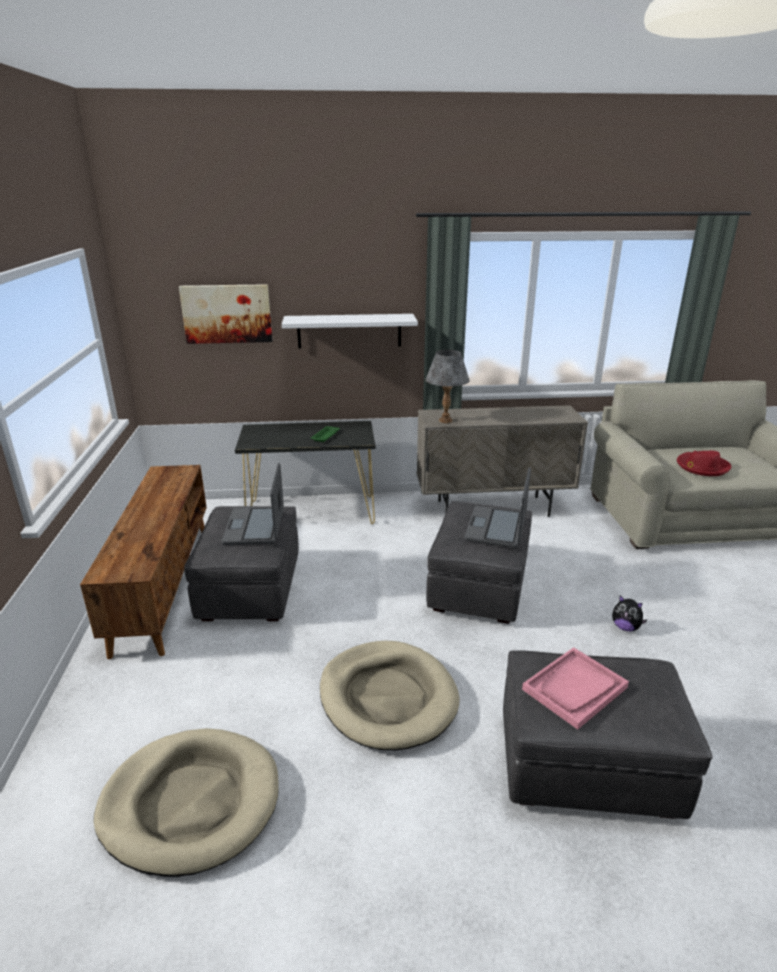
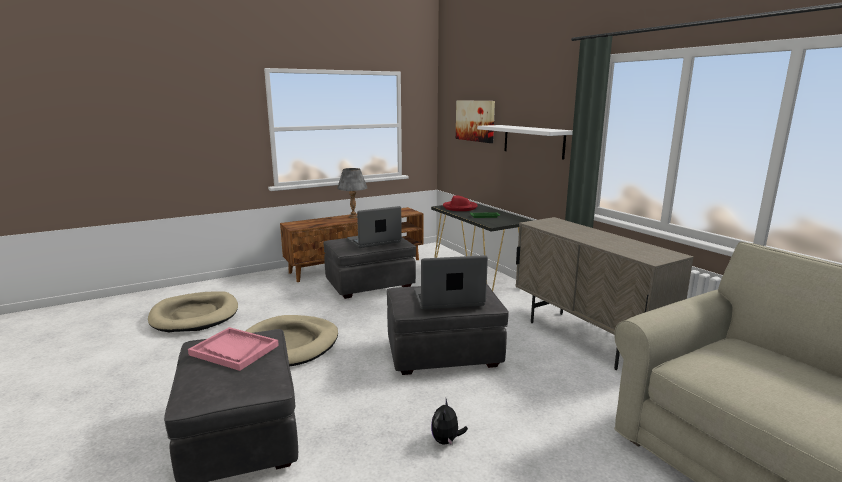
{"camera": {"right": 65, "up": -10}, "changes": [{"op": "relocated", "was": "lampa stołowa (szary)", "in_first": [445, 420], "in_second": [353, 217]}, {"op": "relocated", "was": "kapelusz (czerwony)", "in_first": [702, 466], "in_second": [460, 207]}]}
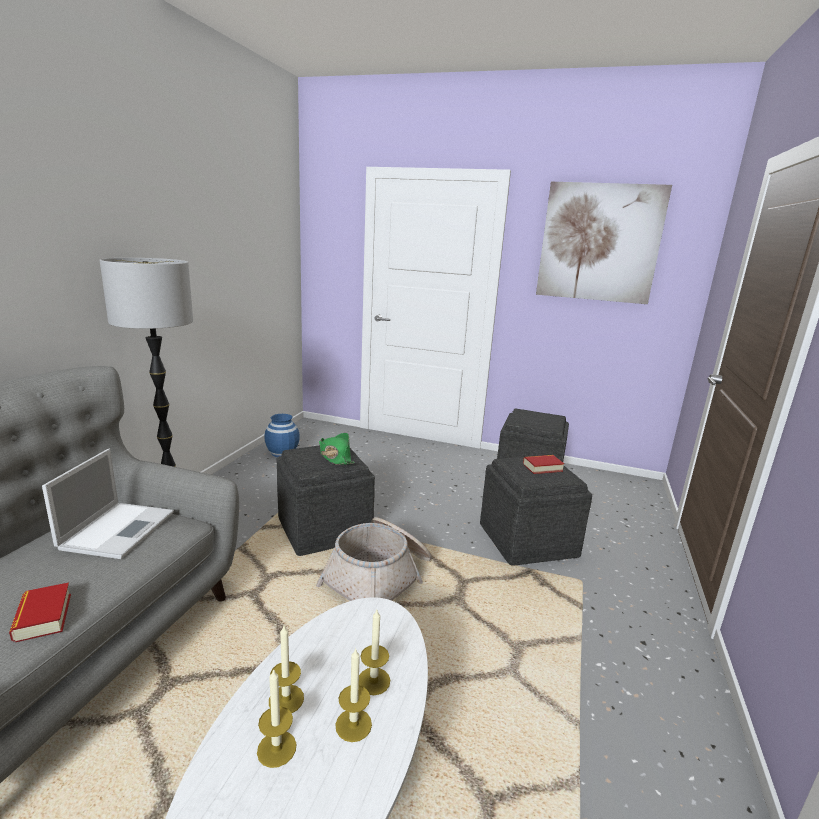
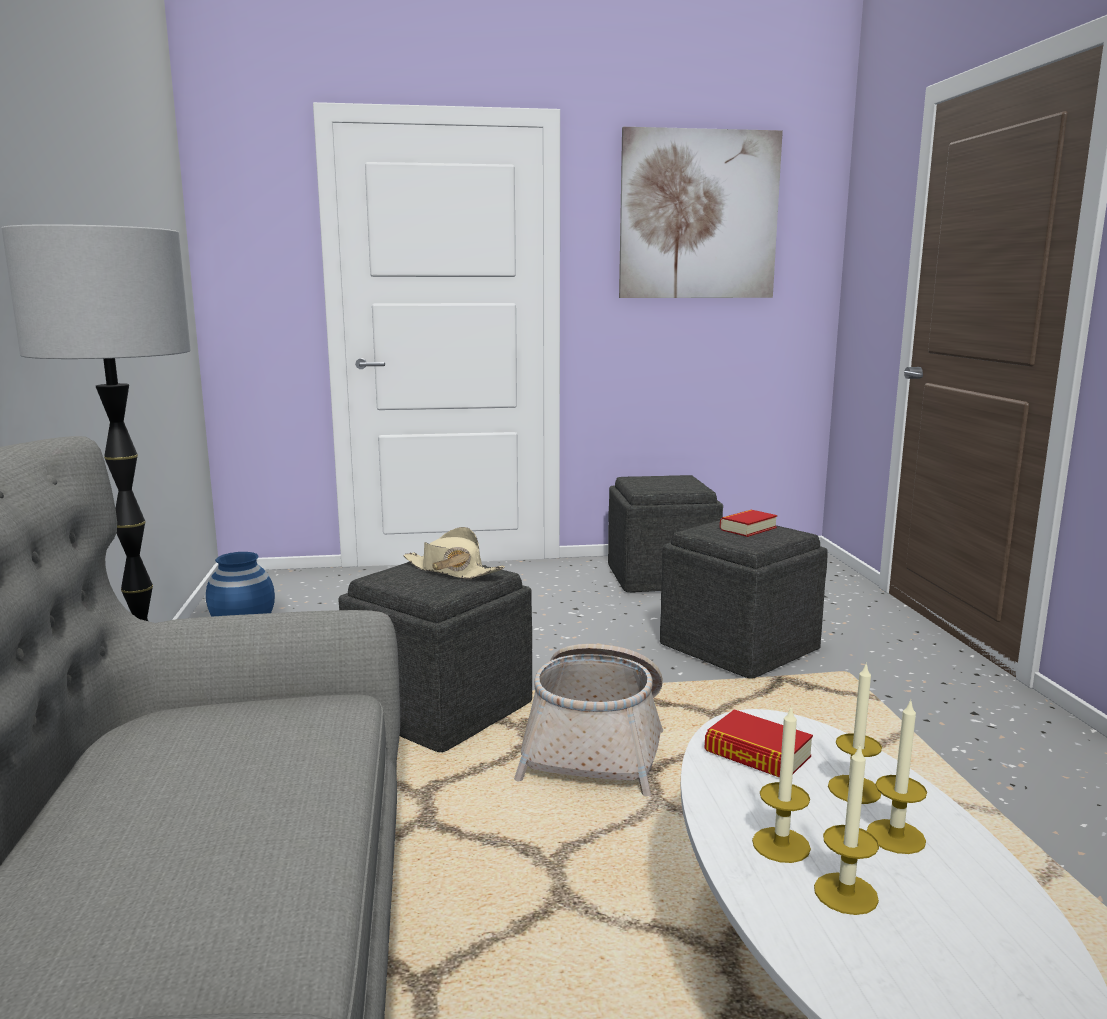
{"camera": {"right": -25, "up": -5}, "changes": [{"op": "colour", "was": "kapelusz (zielony)", "now": "kapelusz (beżowy)", "in_first": [335, 456], "in_second": [452, 570]}, {"op": "relocated", "was": "książka", "in_first": [43, 617], "in_second": [757, 754]}, {"op": "missing", "was": "laptop", "in_first": [119, 529]}]}
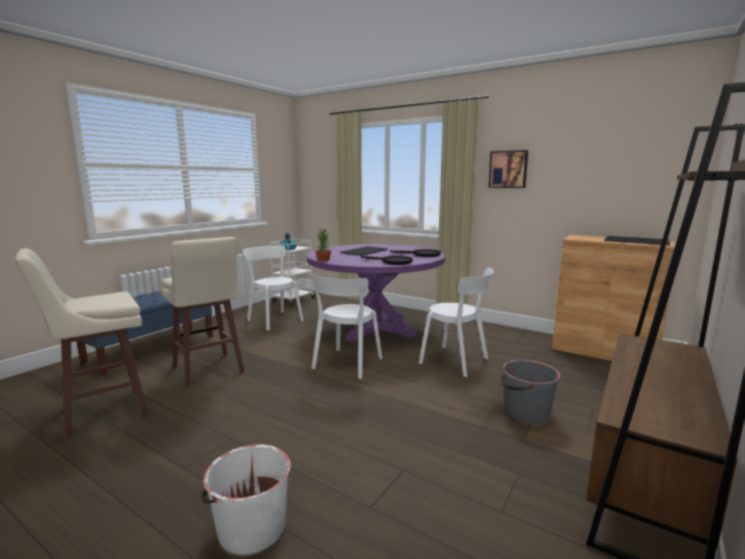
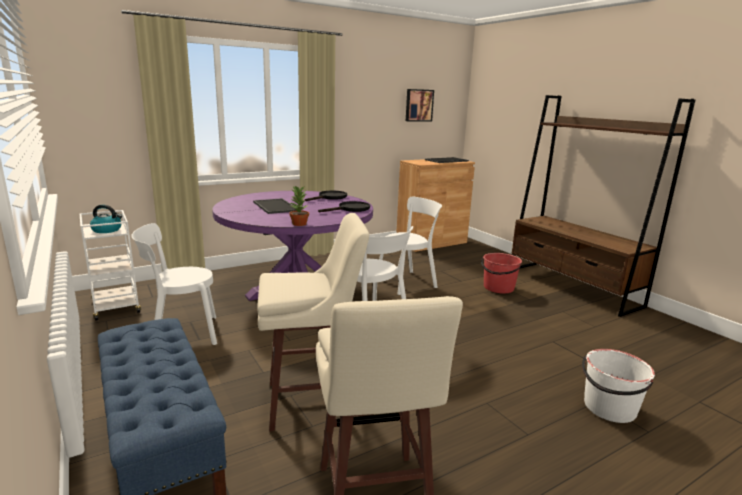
{"camera": {"right": -65, "up": 5}, "changes": [{"op": "relocated", "was": "obraz", "in_first": [508, 169], "in_second": [418, 105]}, {"op": "colour", "was": "wiadro (szary)", "now": "wiadro (czerwony)", "in_first": [525, 412], "in_second": [498, 288]}]}
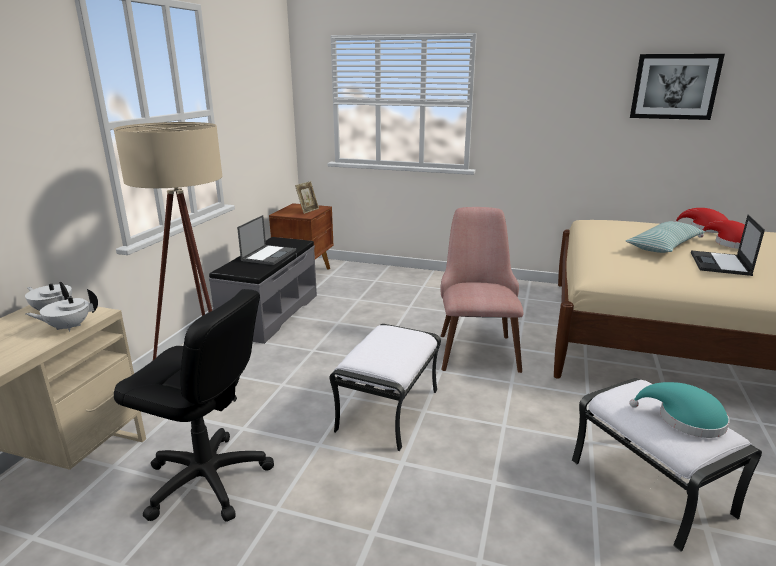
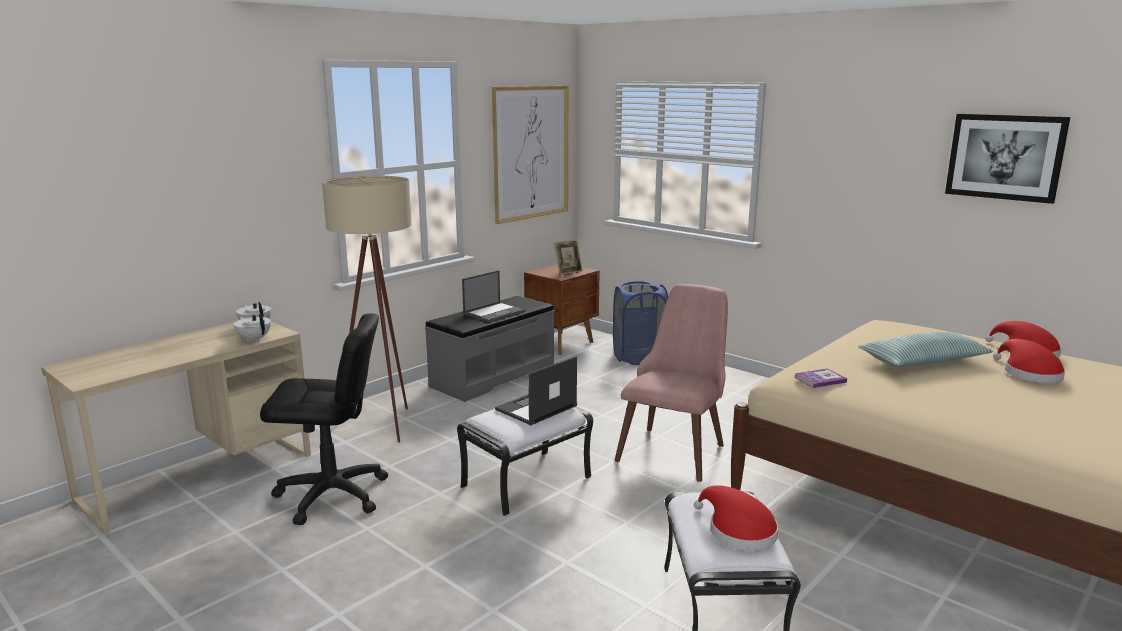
{"camera": {"right": 25, "up": -5}, "changes": [{"op": "spun", "was": "imbryk (biały)", "in_first": [68, 327], "in_second": [254, 339], "clockwise": 45}, {"op": "spun", "was": "krzesło biurowe (czarny)", "in_first": [207, 480], "in_second": [332, 495], "clockwise": -45}, {"op": "appeared", "now": "obraz", "in_second": [531, 153]}, {"op": "relocated", "was": "laptop", "in_first": [720, 264], "in_second": [536, 408]}, {"op": "appeared", "now": "kosz na pranie (niebieski)", "in_second": [639, 357]}, {"op": "colour", "was": "kapelusz (turkusowy)", "now": "kapelusz (czerwony)", "in_first": [685, 419], "in_second": [737, 531]}, {"op": "appeared", "now": "książka", "in_second": [820, 379]}]}
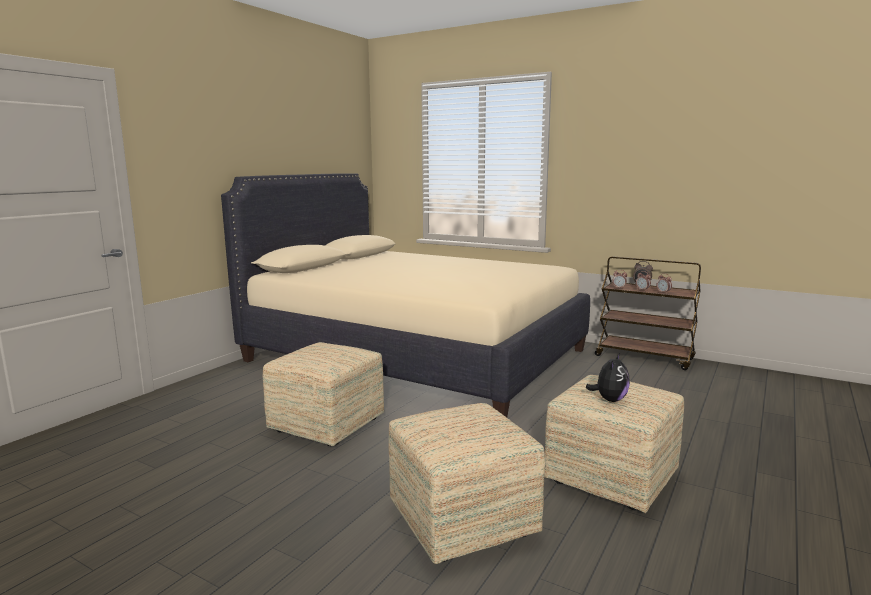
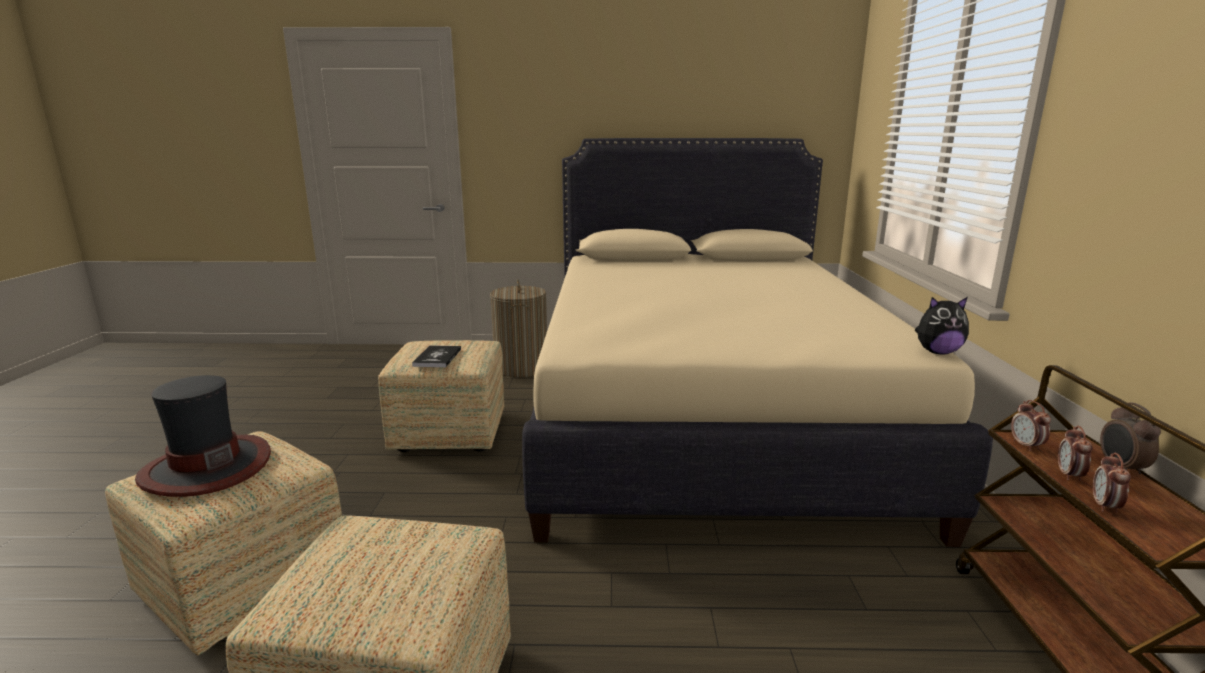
{"camera": {"right": 60, "up": 5}, "changes": [{"op": "appeared", "now": "kapelusz", "in_second": [206, 467]}, {"op": "appeared", "now": "książka", "in_second": [437, 357]}, {"op": "appeared", "now": "kosz na pranie", "in_second": [521, 367]}, {"op": "relocated", "was": "pluszak", "in_first": [609, 399], "in_second": [937, 352]}]}
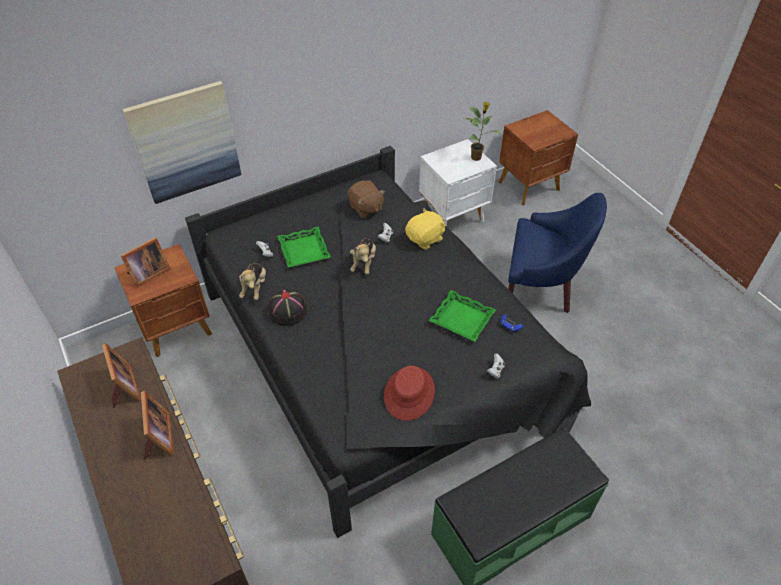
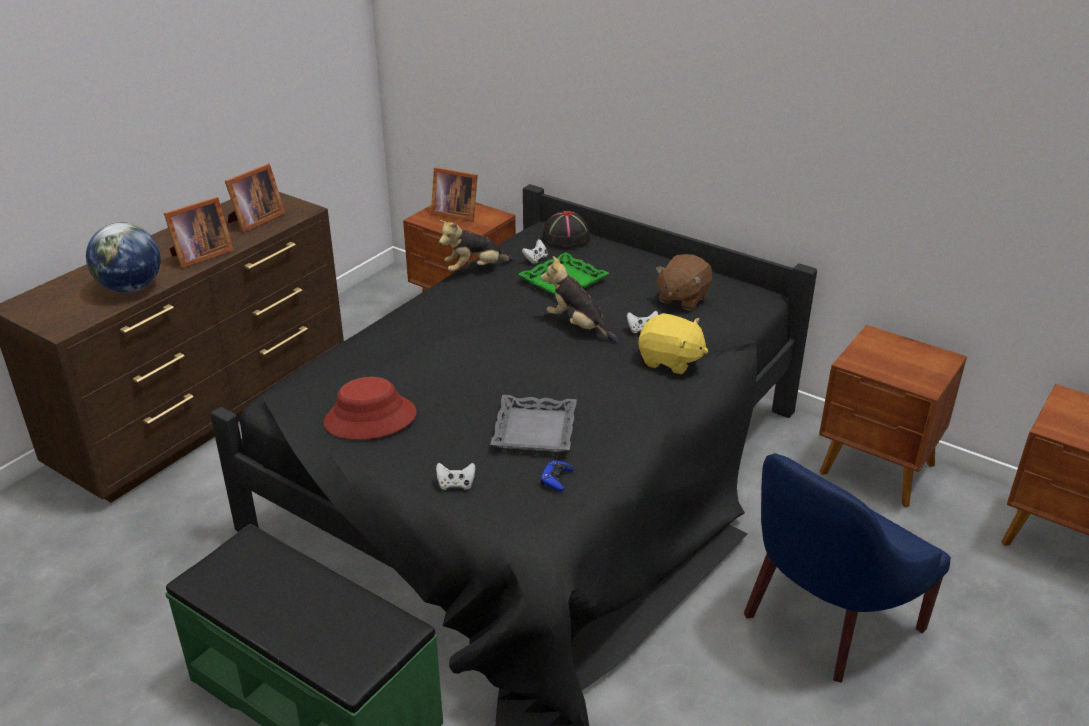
{"camera": {"right": 65, "up": -15}, "changes": [{"op": "appeared", "now": "globus", "in_second": [130, 288]}, {"op": "colour", "was": "taca (zielony)", "now": "taca (szary)", "in_first": [462, 319], "in_second": [535, 430]}, {"op": "relocated", "was": "kapelusz (czarny)", "in_first": [287, 311], "in_second": [565, 238]}, {"op": "spun", "was": "pluszak", "in_first": [364, 263], "in_second": [578, 326], "clockwise": 60}, {"op": "spun", "was": "fotel (niebieski)", "in_first": [541, 286], "in_second": [824, 618], "clockwise": 60}, {"op": "colour", "was": "szafka nocna (biały)", "now": "szafka nocna (brązowy)", "in_first": [453, 217], "in_second": [877, 470]}, {"op": "missing", "was": "obraz", "in_first": [185, 142]}, {"op": "missing", "was": "roślina doniczkowa", "in_first": [477, 157]}]}
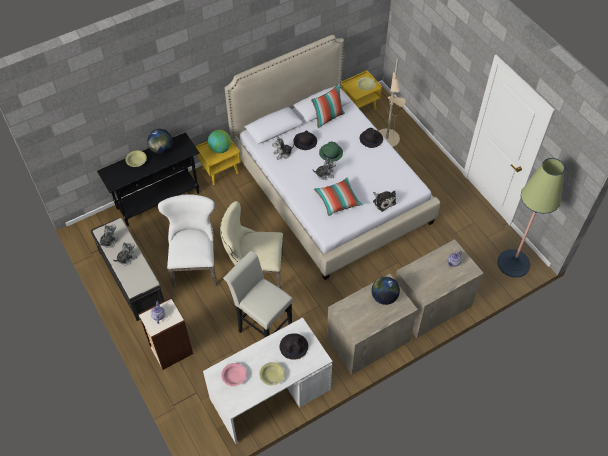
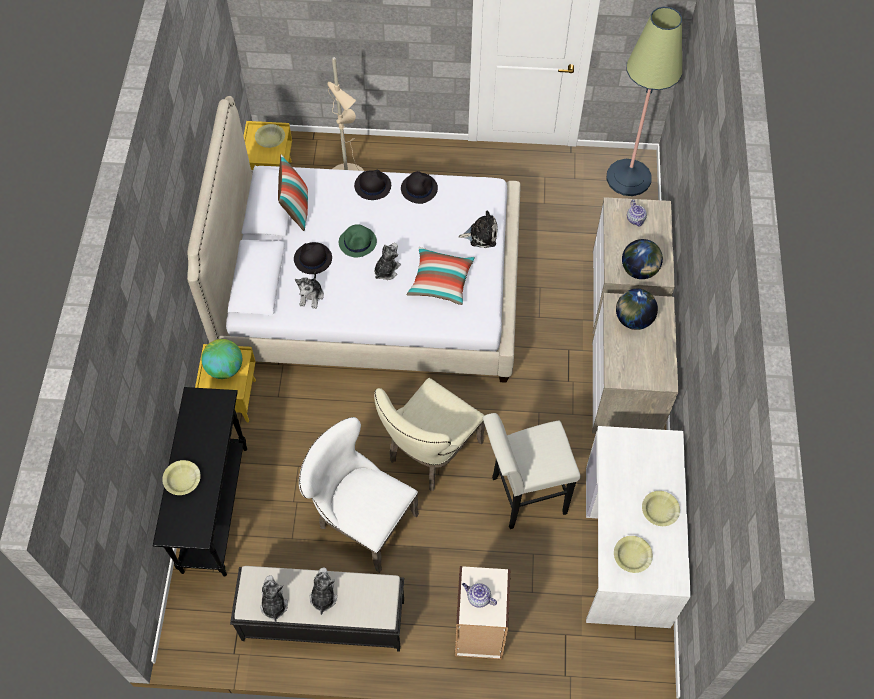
{"camera": {"right": -55, "up": 5}, "changes": [{"op": "relocated", "was": "kapelusz (czarny)", "in_first": [294, 346], "in_second": [419, 188]}, {"op": "colour", "was": "miska (różowy)", "now": "miska (żółty)", "in_first": [234, 376], "in_second": [632, 556]}, {"op": "relocated", "was": "globus", "in_first": [161, 149], "in_second": [639, 270]}]}
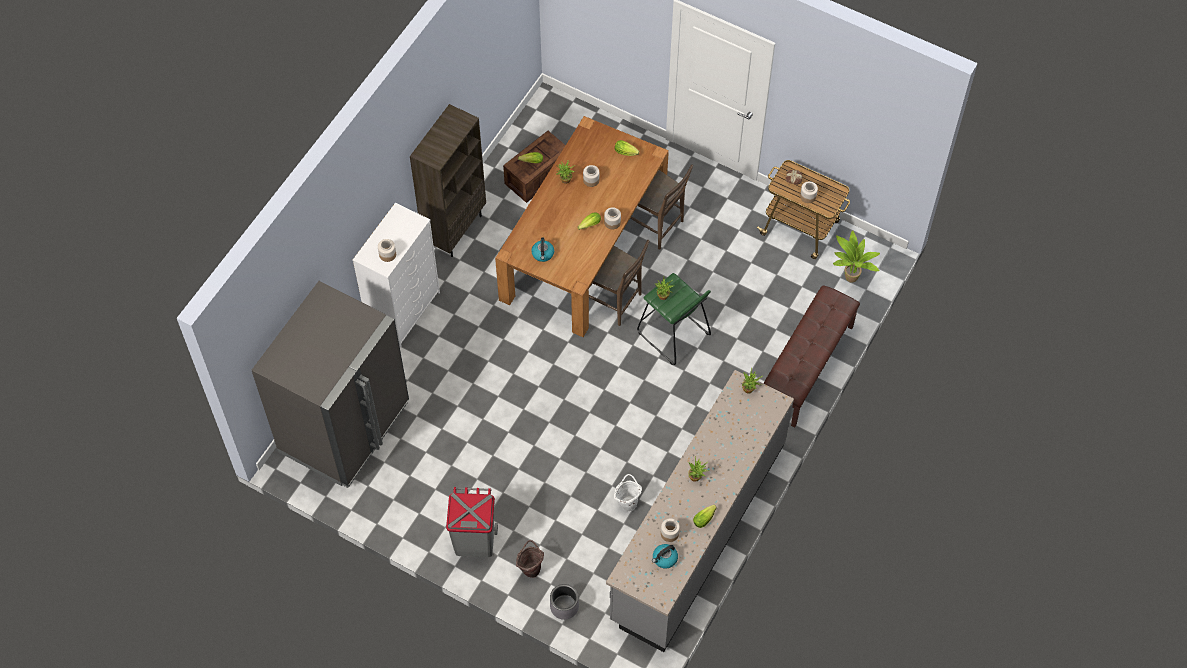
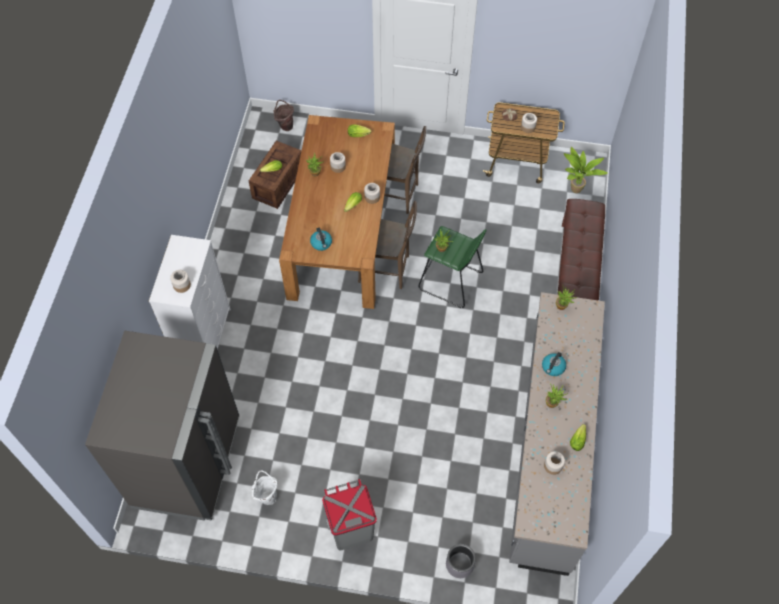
{"camera": {"right": -20, "up": 0}, "changes": [{"op": "relocated", "was": "wiadro (biały)", "in_first": [627, 502], "in_second": [267, 495]}, {"op": "relocated", "was": "wiadro (brązowy)", "in_first": [531, 568], "in_second": [285, 125]}, {"op": "relocated", "was": "czajnik", "in_first": [664, 559], "in_second": [553, 367]}, {"op": "missing", "was": "regał (brązowy)", "in_first": [455, 230]}]}
